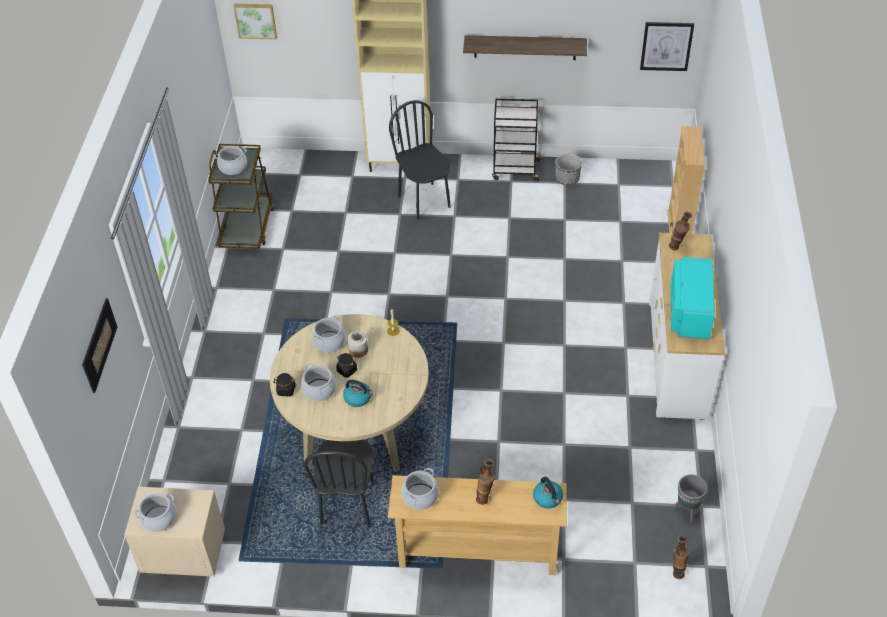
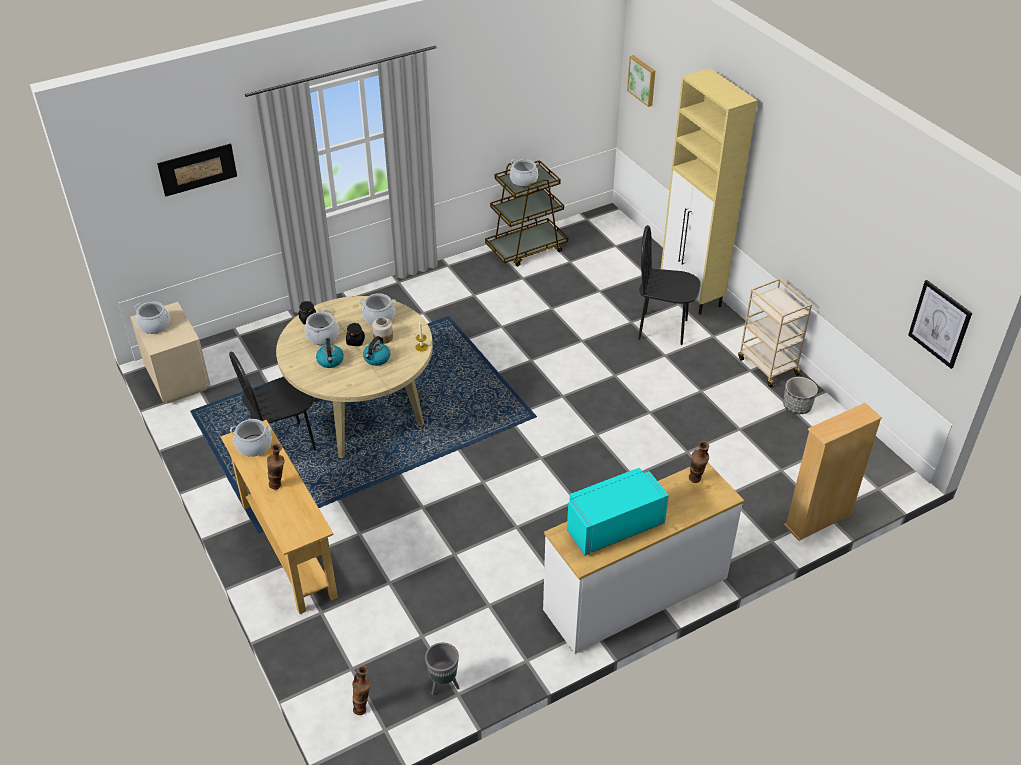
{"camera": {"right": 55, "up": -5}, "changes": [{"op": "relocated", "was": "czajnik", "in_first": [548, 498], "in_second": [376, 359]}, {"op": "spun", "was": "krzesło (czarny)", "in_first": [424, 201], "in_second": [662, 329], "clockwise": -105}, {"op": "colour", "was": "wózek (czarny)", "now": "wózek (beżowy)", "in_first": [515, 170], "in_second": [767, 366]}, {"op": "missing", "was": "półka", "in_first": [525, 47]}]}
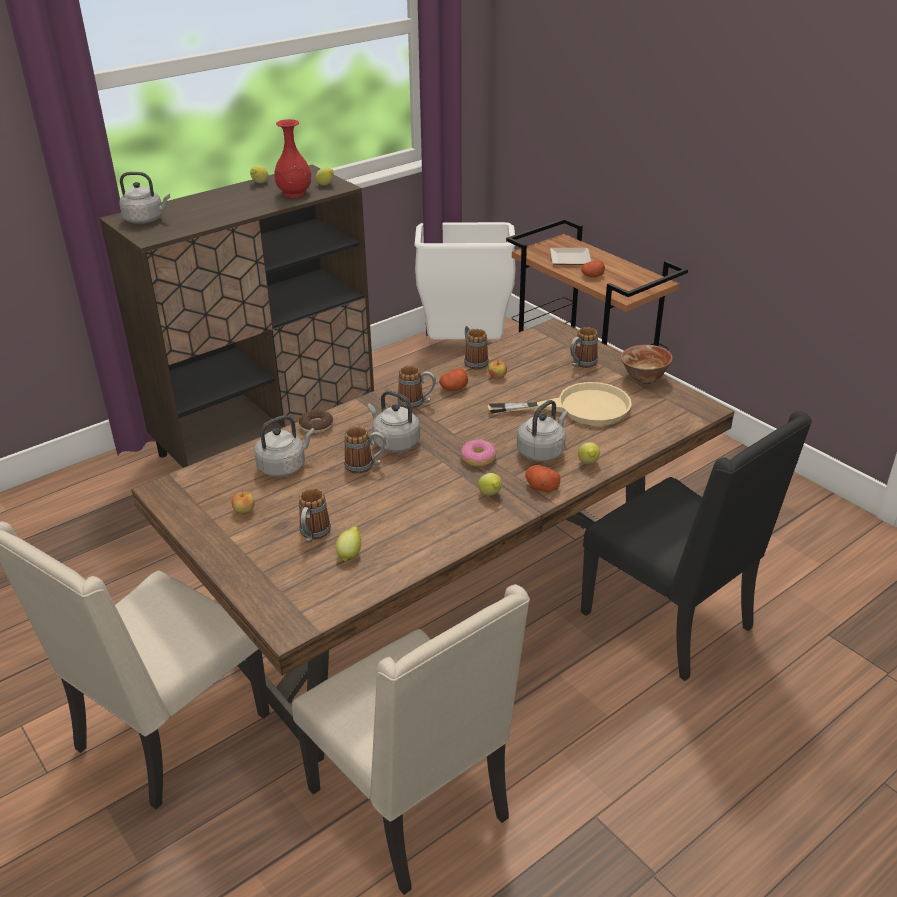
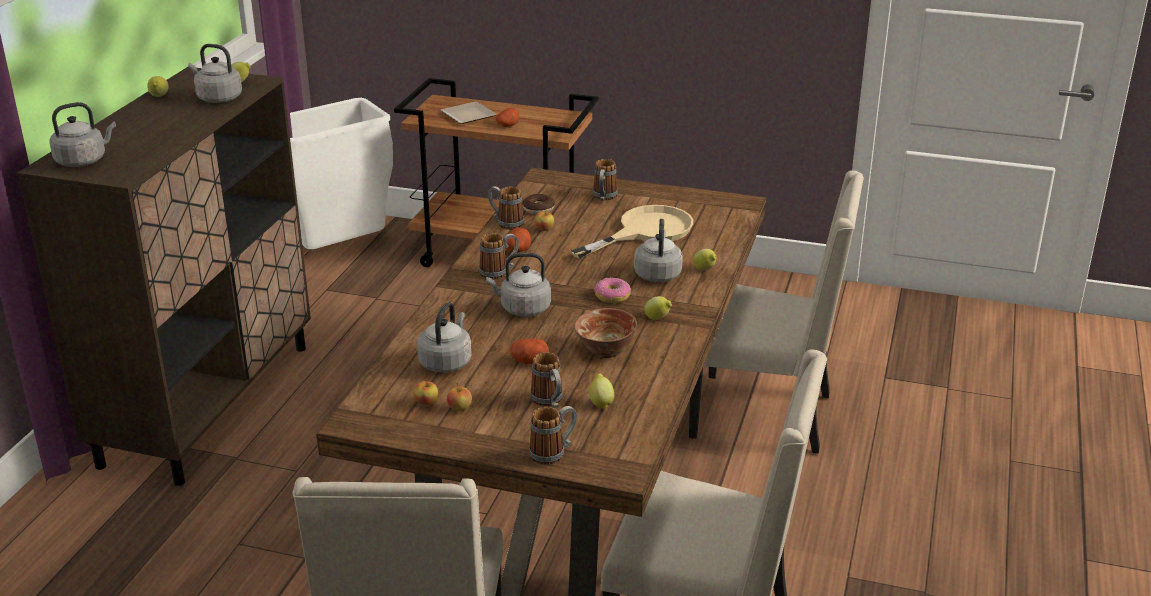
{"camera": {"right": -35, "up": -5}, "changes": [{"op": "exchanged", "was": "wazon (czerwony)", "now": "czajnik (szary)", "in_first": [294, 194], "in_second": [217, 98]}, {"op": "appeared", "now": "jabłko", "in_second": [426, 402]}, {"op": "relocated", "was": "ziemniak", "in_first": [541, 487], "in_second": [528, 361]}, {"op": "relocated", "was": "donut", "in_first": [316, 426], "in_second": [538, 209]}, {"op": "relocated", "was": "kubek", "in_first": [365, 466], "in_second": [553, 452]}, {"op": "relocated", "was": "miska", "in_first": [644, 378], "in_second": [606, 351]}, {"op": "colour", "was": "krzesło (czarny)", "now": "krzesło (beżowy)", "in_first": [671, 621], "in_second": [765, 415]}]}
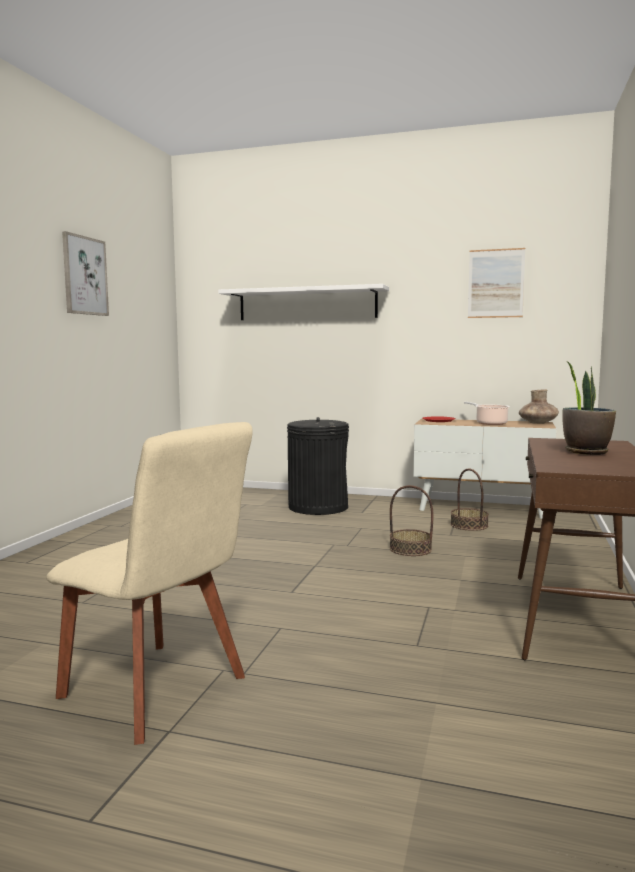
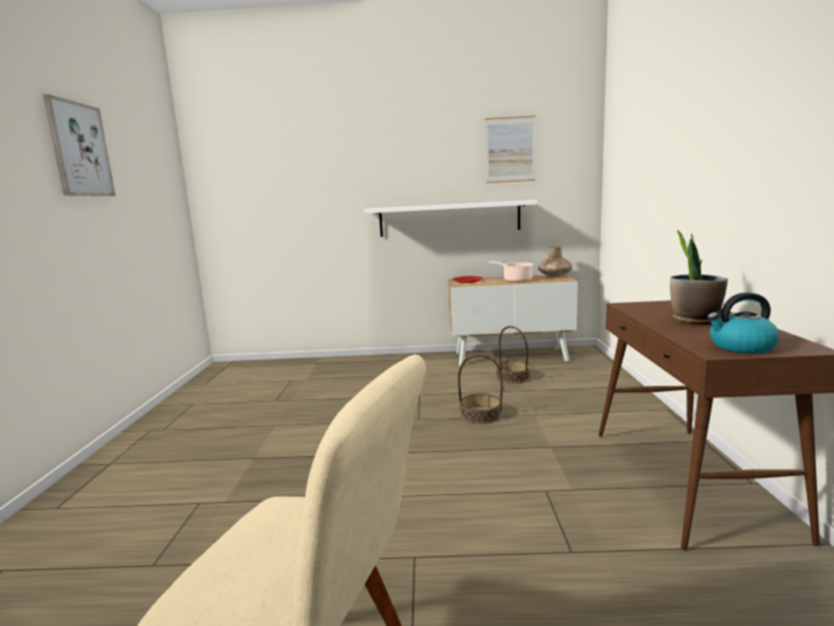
{"camera": {"right": -15, "up": 5}, "changes": [{"op": "relocated", "was": "półka (biały)", "in_first": [307, 304], "in_second": [449, 218]}, {"op": "appeared", "now": "czajnik", "in_second": [740, 347]}, {"op": "missing", "was": "kosz na śmieci (czarny)", "in_first": [318, 507]}]}
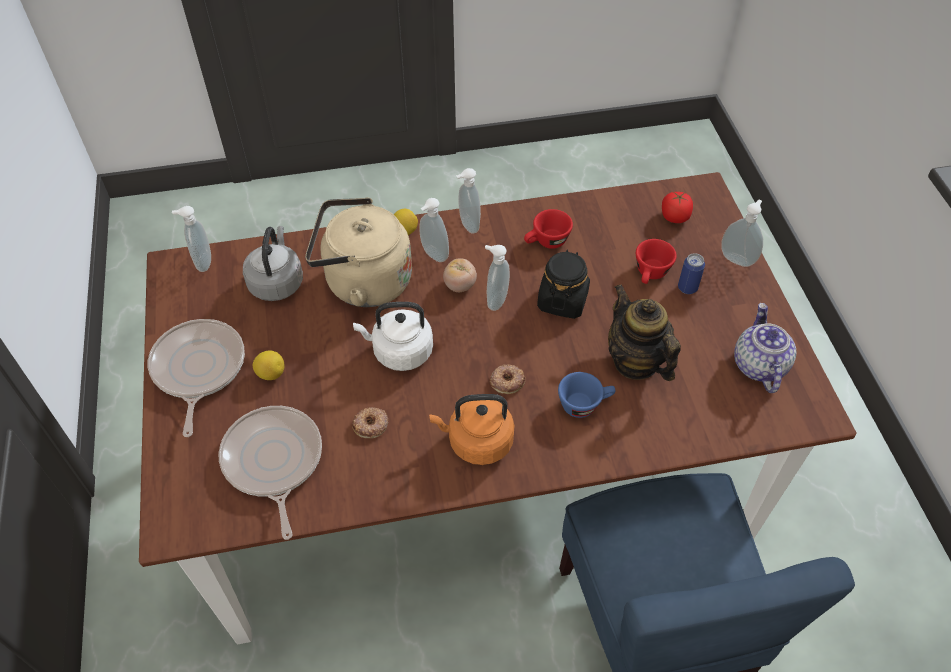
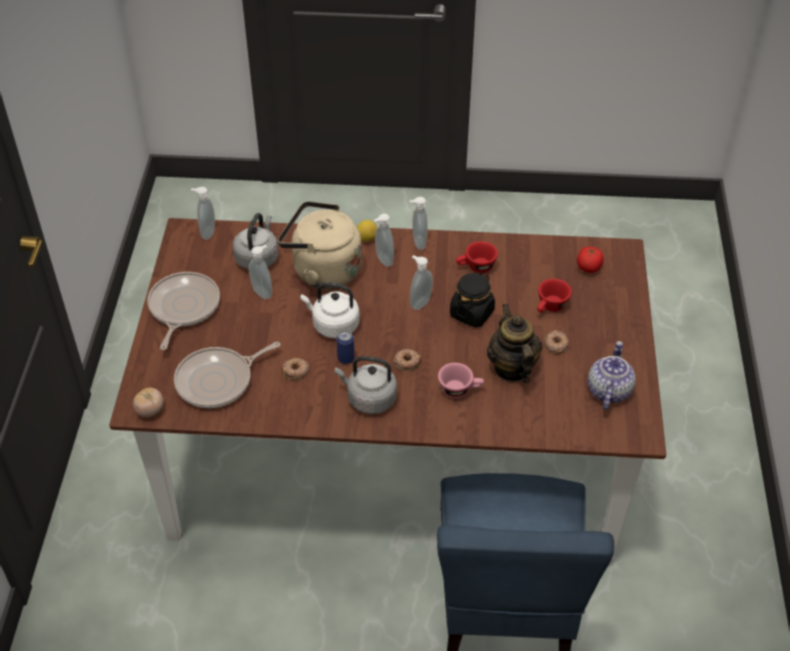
{"camera": {"right": 15, "up": -5}, "changes": [{"op": "relocated", "was": "pomidor", "in_first": [460, 285], "in_second": [150, 411]}, {"op": "spun", "was": "patelnia", "in_first": [273, 462], "in_second": [218, 381], "clockwise": -120}, {"op": "relocated", "was": "dozownik mydła", "in_first": [737, 258], "in_second": [263, 292]}, {"op": "colour", "was": "czajnik (pomarańczowy)", "now": "czajnik (szary)", "in_first": [477, 442], "in_second": [369, 399]}, {"op": "relocated", "was": "puszka", "in_first": [687, 288], "in_second": [346, 358]}, {"op": "colour", "was": "filiżanka (niebieski)", "now": "filiżanka (różowy)", "in_first": [584, 404], "in_second": [460, 389]}, {"op": "appeared", "now": "donut", "in_second": [556, 344]}, {"op": "missing", "was": "cytryna", "in_first": [271, 373]}]}
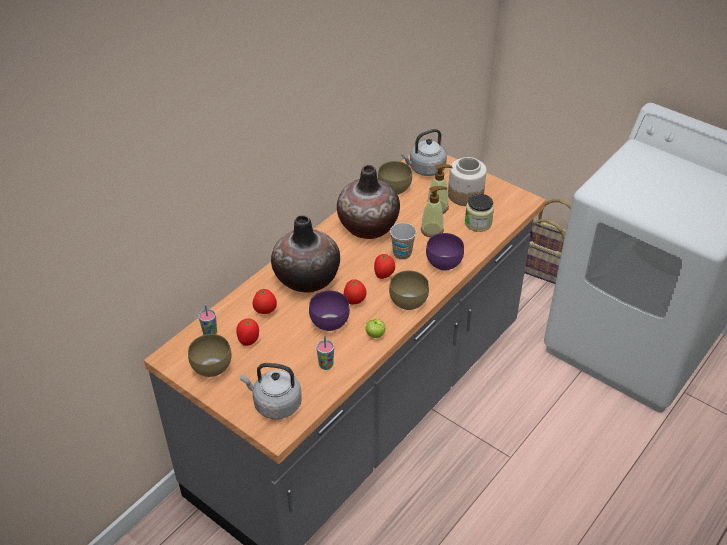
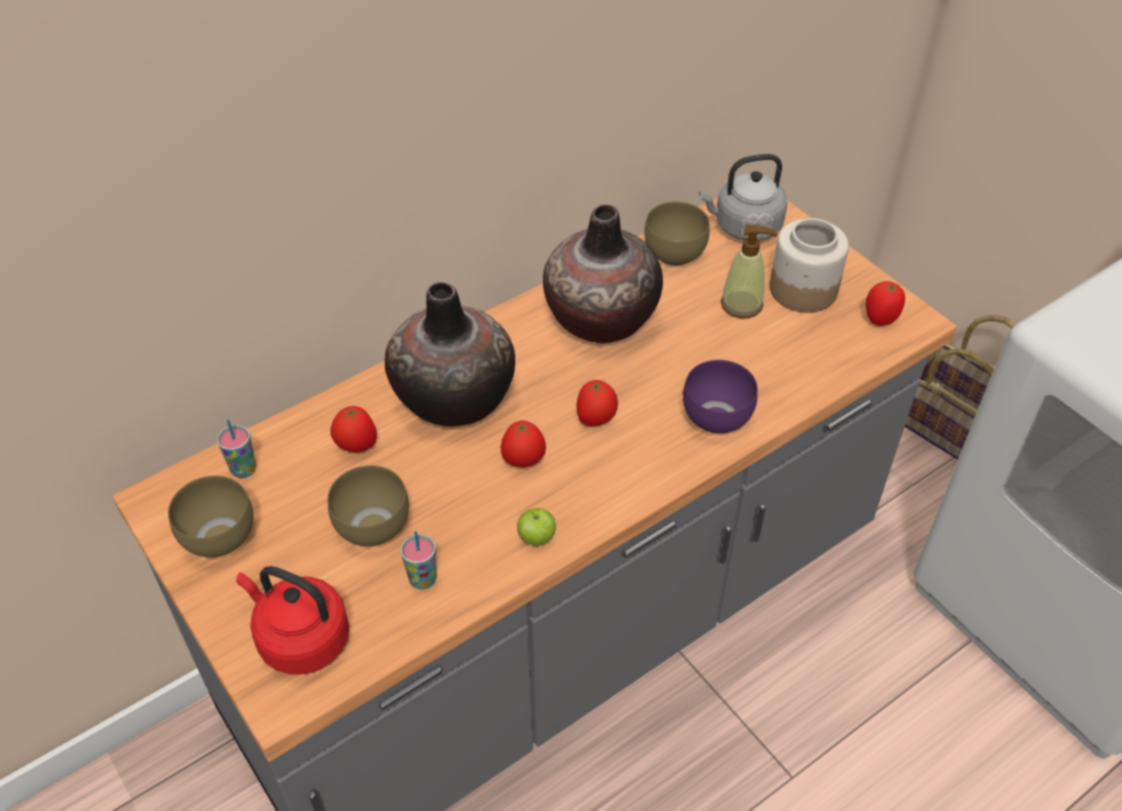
{"camera": {"right": 15, "up": 5}, "changes": [{"op": "colour", "was": "czajnik (szary)", "now": "czajnik (czerwony)", "in_first": [275, 404], "in_second": [300, 639]}, {"op": "relocated", "was": "miska (brązowy)", "in_first": [410, 302], "in_second": [376, 527]}, {"op": "relocated", "was": "pomidor", "in_first": [249, 340], "in_second": [880, 318]}, {"op": "missing", "was": "miska (fioletowy)", "in_first": [330, 324]}, {"op": "missing", "was": "filiżanka", "in_first": [402, 253]}, {"op": "missing", "was": "dozownik mydła", "in_first": [432, 230]}, {"op": "missing", "was": "słoik", "in_first": [478, 223]}]}
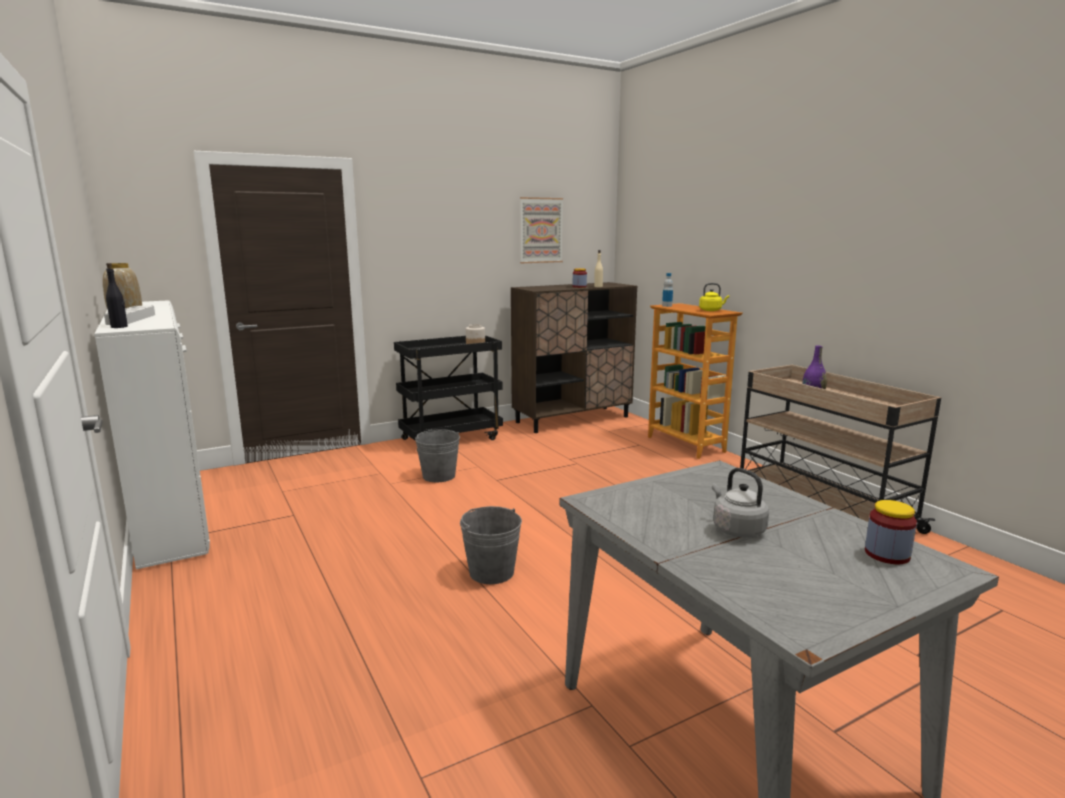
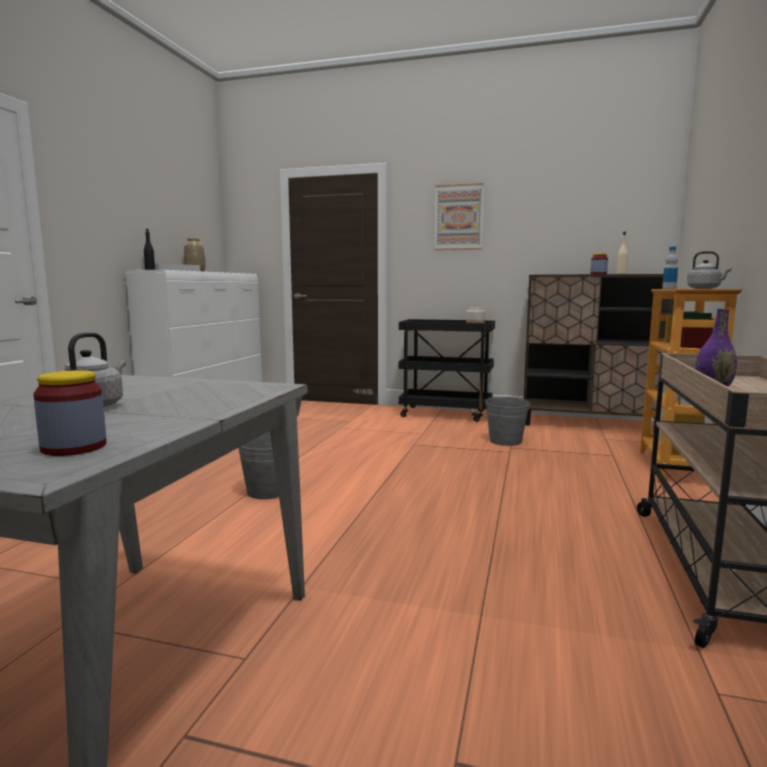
{"camera": {"right": 45, "up": -5}, "changes": [{"op": "relocated", "was": "obraz", "in_first": [541, 230], "in_second": [458, 217]}, {"op": "relocated", "was": "wiadro (szary)", "in_first": [439, 476], "in_second": [505, 441]}, {"op": "colour", "was": "czajnik (żółty)", "now": "czajnik (szary)", "in_first": [711, 310], "in_second": [705, 288]}]}
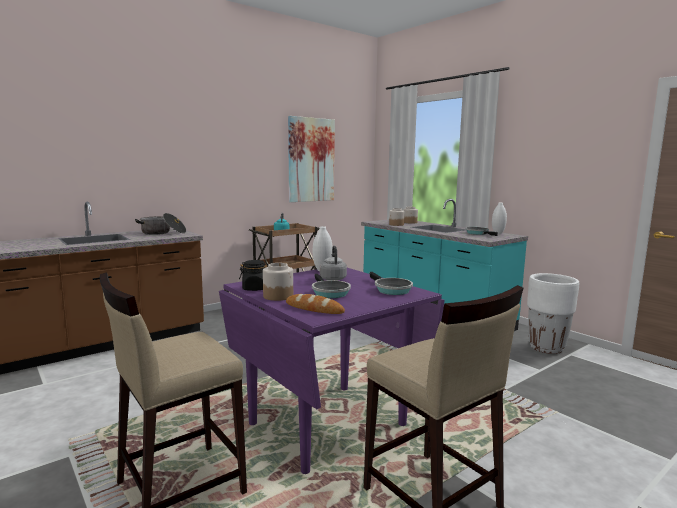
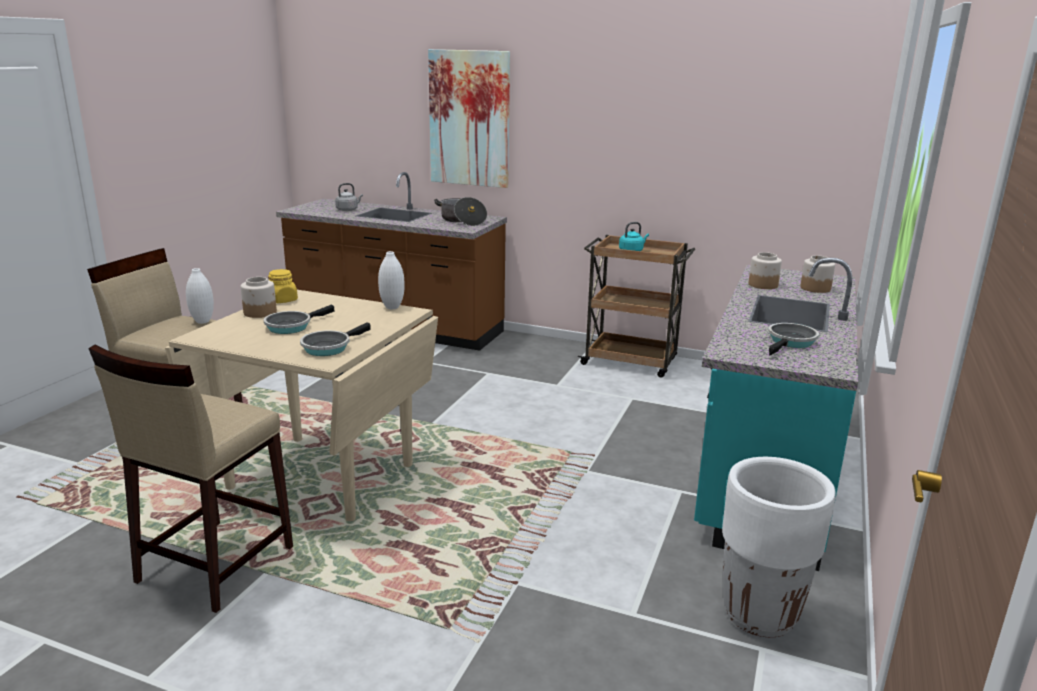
{"camera": {"right": 60, "up": 10}, "changes": [{"op": "colour", "was": "stół jadalny (fioletowy)", "now": "stół jadalny (beżowy)", "in_first": [328, 425], "in_second": [321, 477]}, {"op": "relocated", "was": "wazon (biały)", "in_first": [498, 233], "in_second": [203, 321]}, {"op": "colour", "was": "słoik (czarny)", "now": "słoik (żółty)", "in_first": [255, 288], "in_second": [282, 300]}, {"op": "relocated", "was": "czajnik (szary)", "in_first": [333, 278], "in_second": [348, 210]}, {"op": "relocated", "was": "obraz", "in_first": [311, 160], "in_second": [469, 119]}, {"op": "missing", "was": "chleb", "in_first": [314, 308]}]}
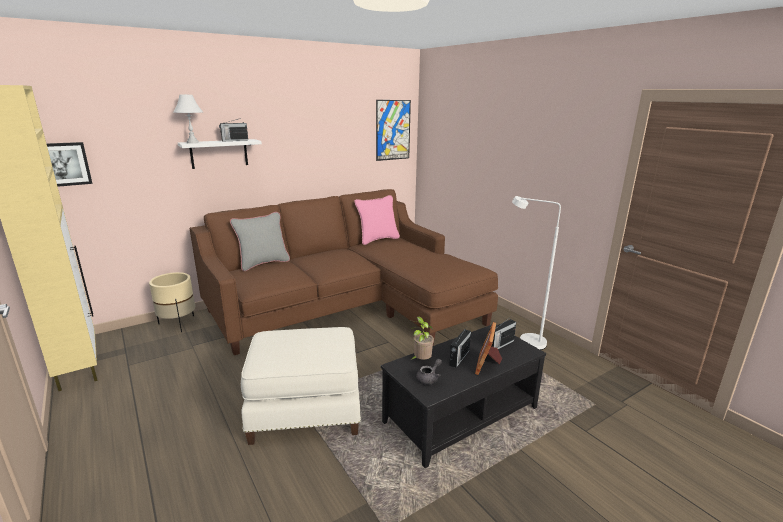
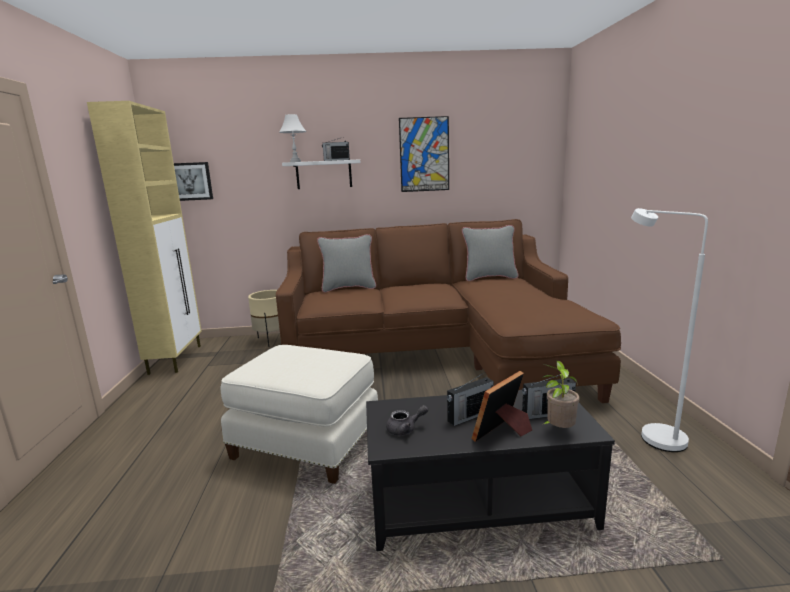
{"camera": {"right": 30, "up": -5}, "changes": [{"op": "relocated", "was": "obraz", "in_first": [393, 130], "in_second": [424, 154]}, {"op": "colour", "was": "poduszka (różowy)", "now": "poduszka (szary)", "in_first": [377, 239], "in_second": [489, 278]}, {"op": "relocated", "was": "roślina doniczkowa", "in_first": [421, 361], "in_second": [558, 430]}]}
